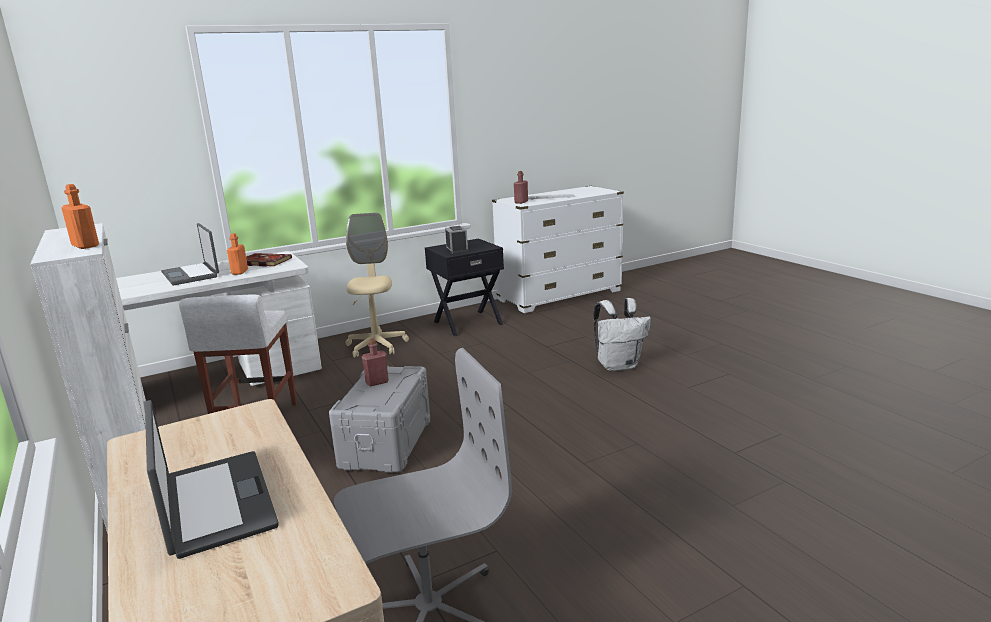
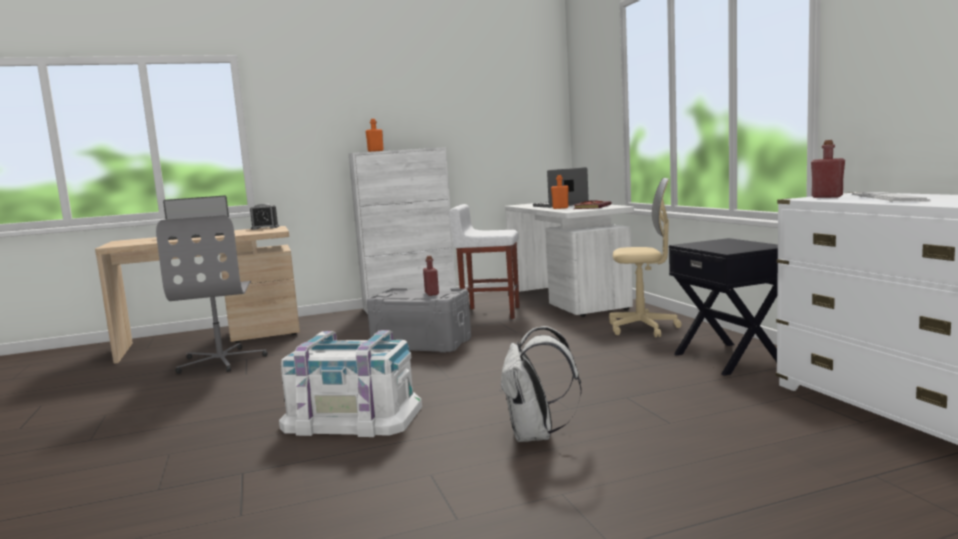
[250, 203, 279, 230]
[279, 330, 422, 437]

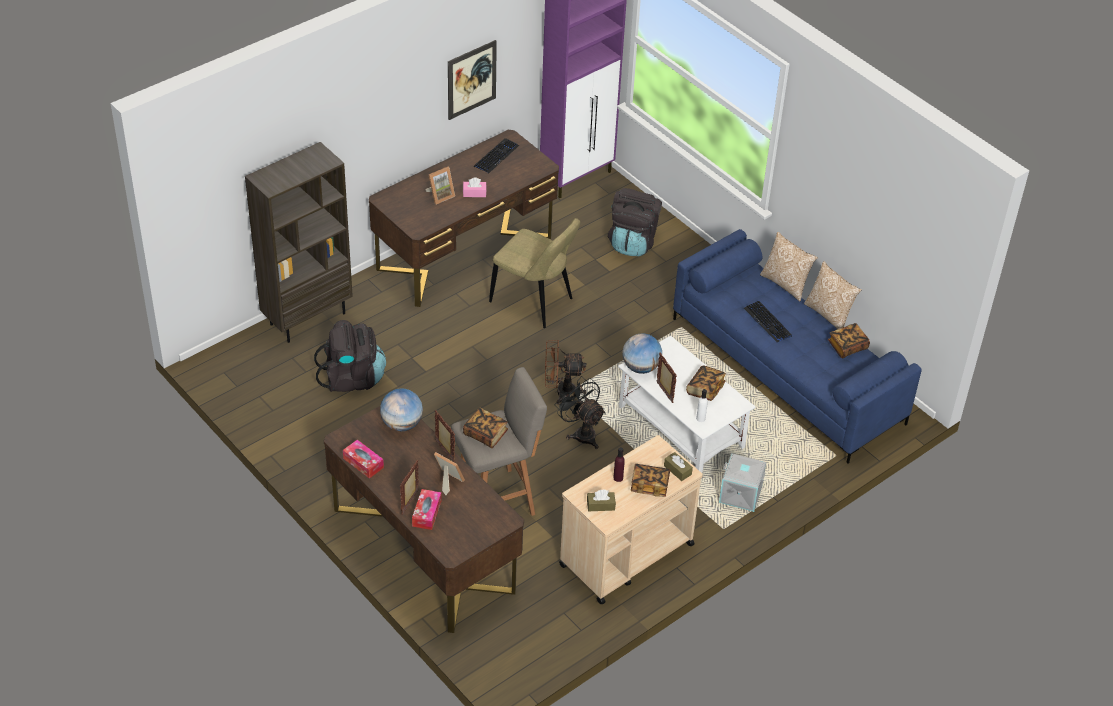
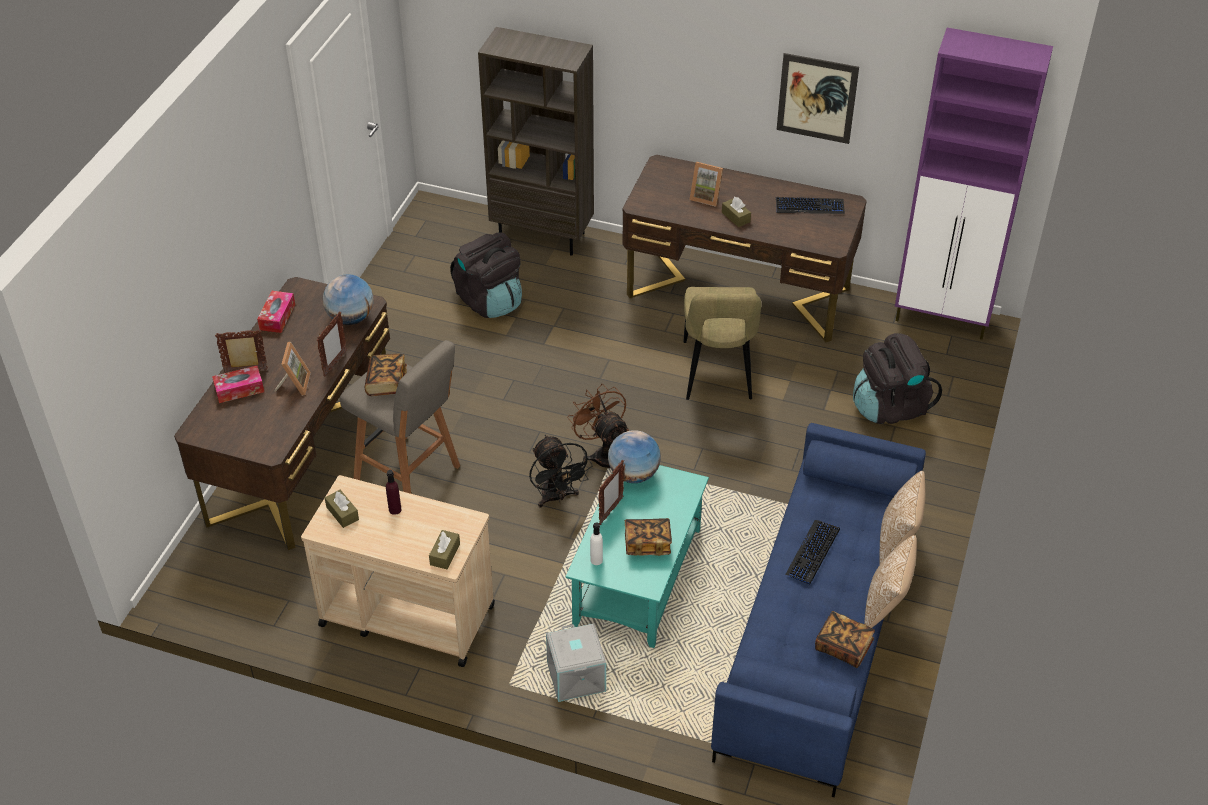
[529, 435, 593, 508]
[566, 465, 709, 648]
[722, 197, 751, 227]
[631, 464, 670, 497] (first image)

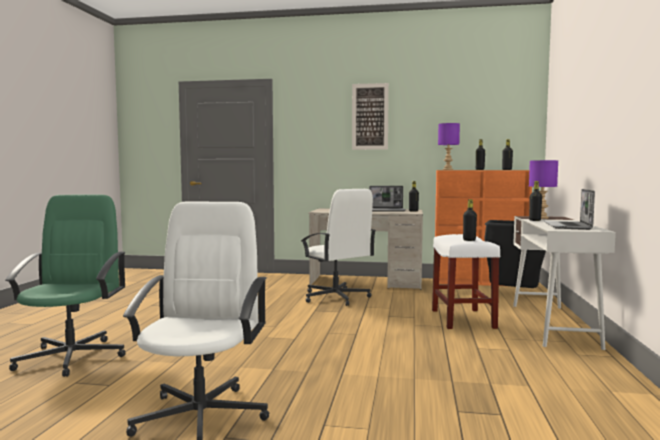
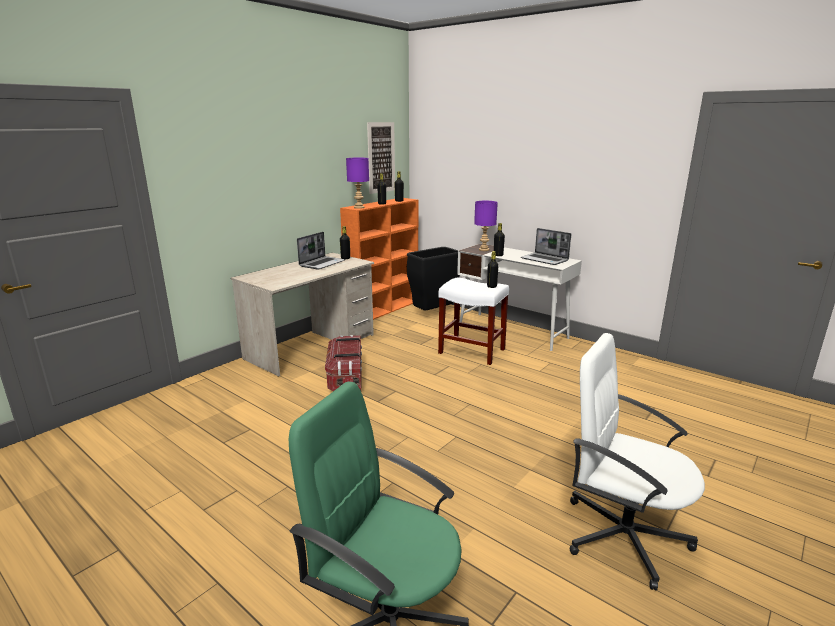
[325, 335, 362, 391]
[367, 122, 395, 194]

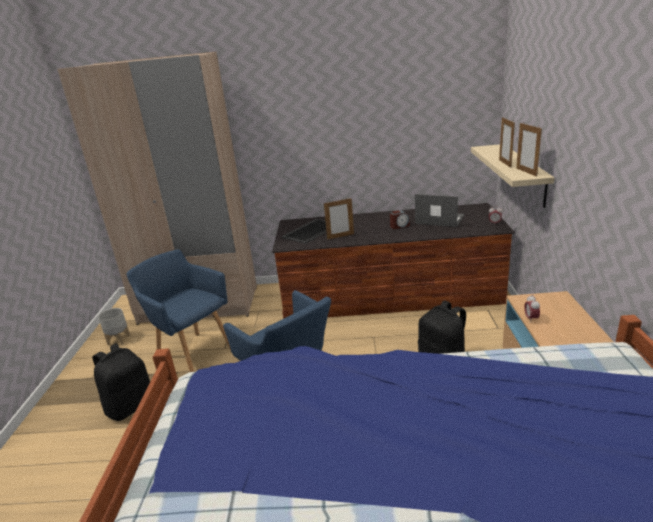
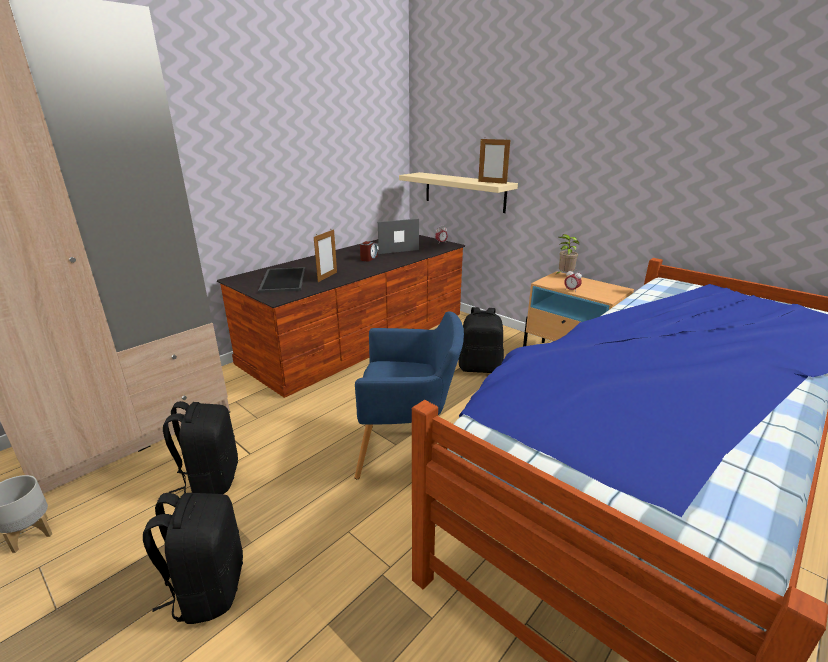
[163, 401, 238, 494]
[555, 234, 580, 275]
[499, 117, 515, 168] (first image)

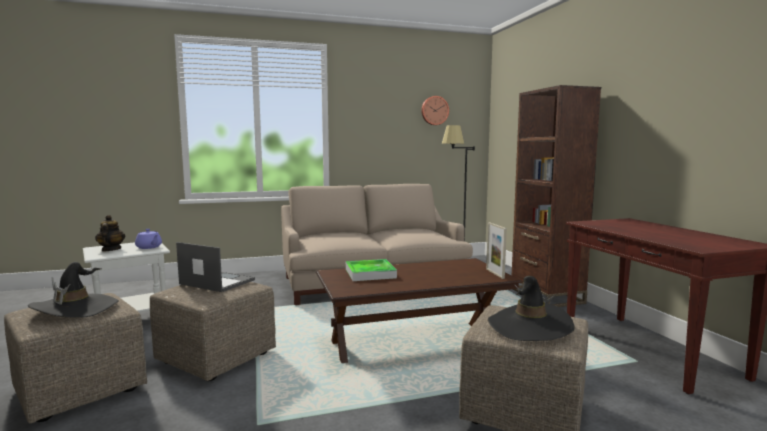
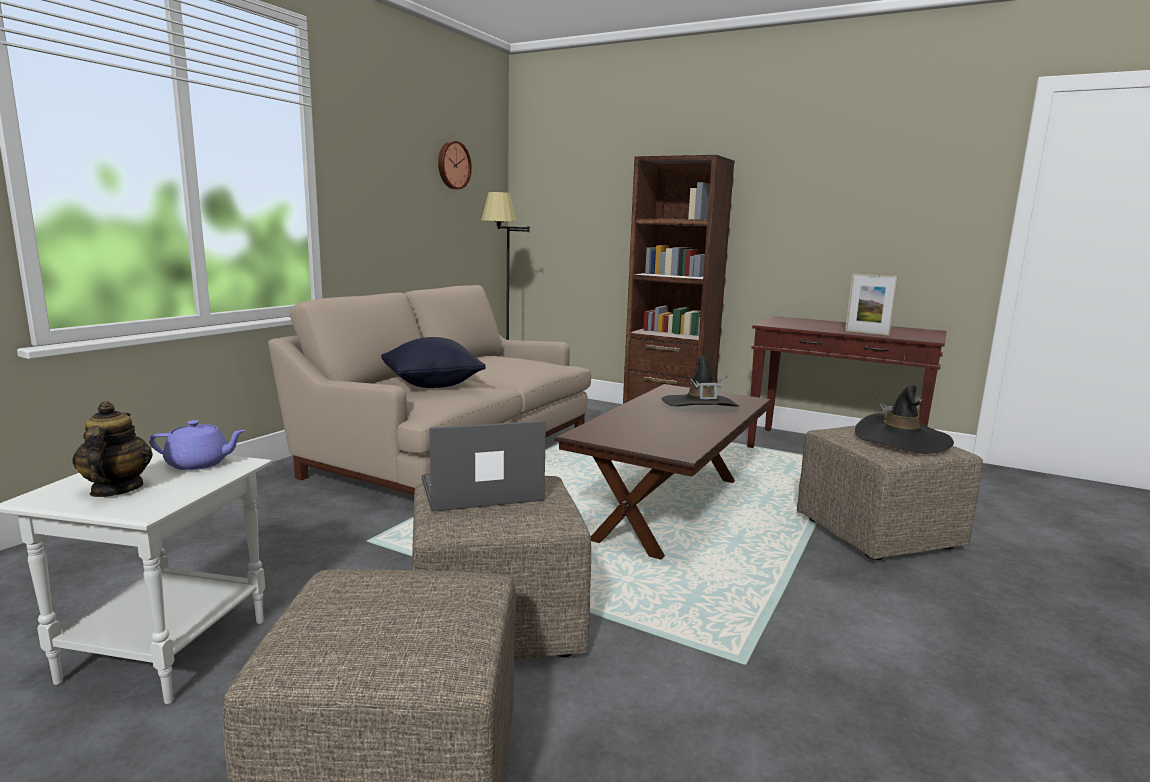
[72, 401, 153, 497]
[381, 337, 486, 388]
[661, 356, 740, 406]
[845, 274, 898, 336]
[346, 259, 397, 281] (first image)

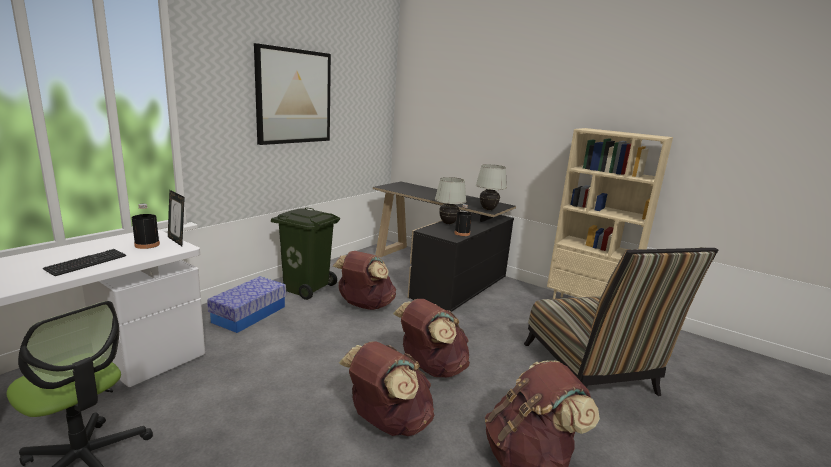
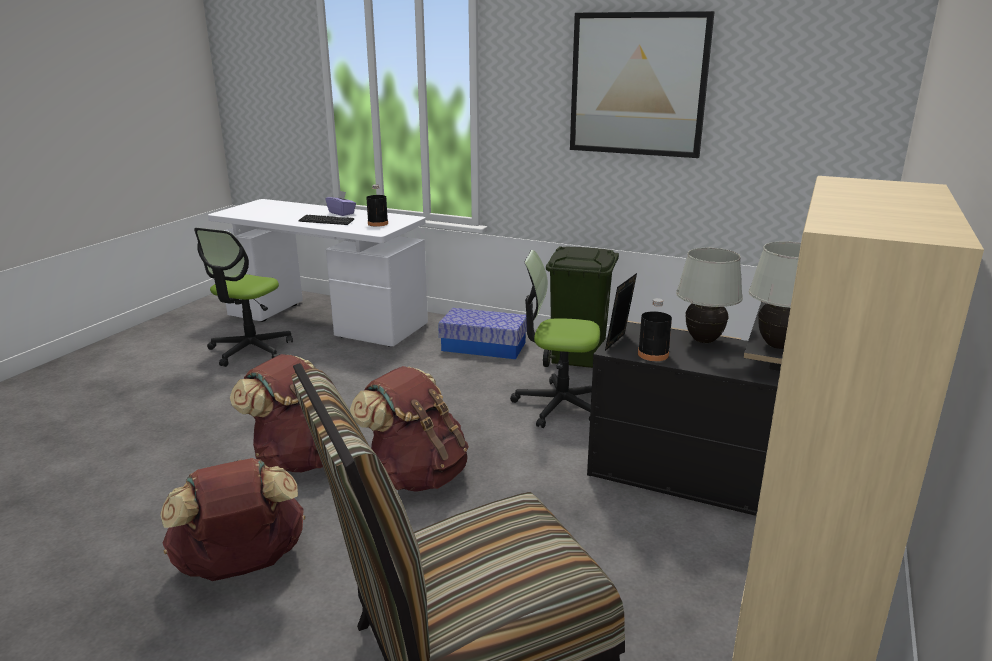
[325, 190, 356, 216]
[510, 250, 600, 428]
[605, 273, 637, 351]

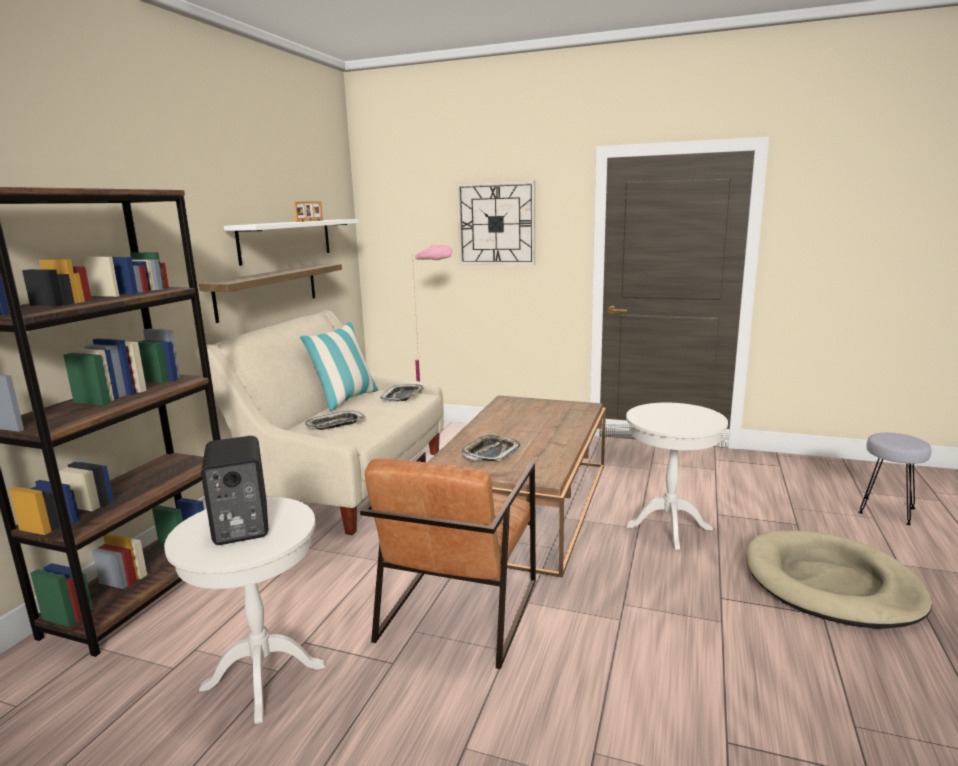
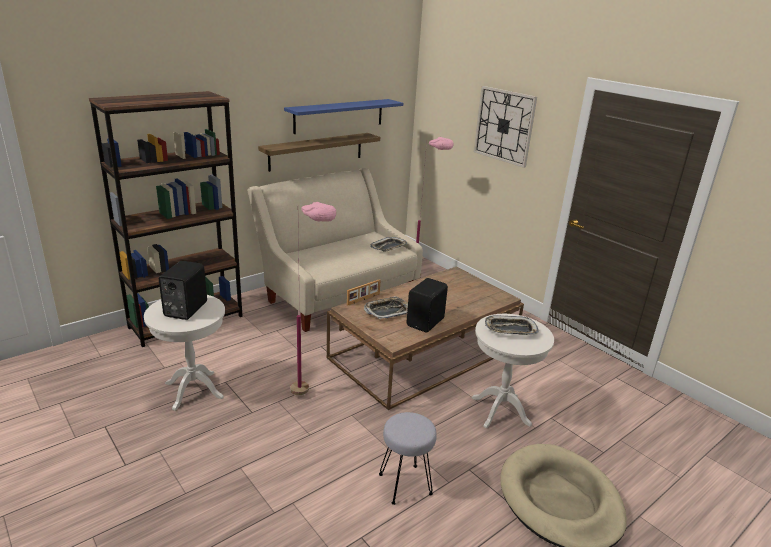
[284, 99, 403, 134]
[290, 202, 336, 395]
[347, 279, 381, 306]
[379, 412, 437, 505]
[407, 278, 448, 333]
[485, 315, 539, 335]
[300, 321, 378, 411] (first image)

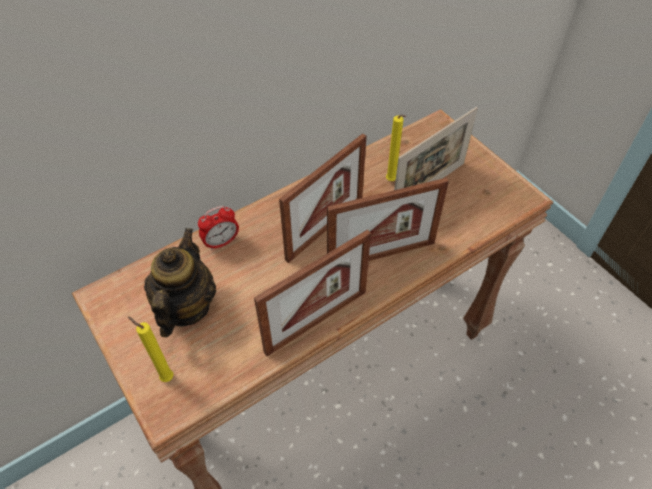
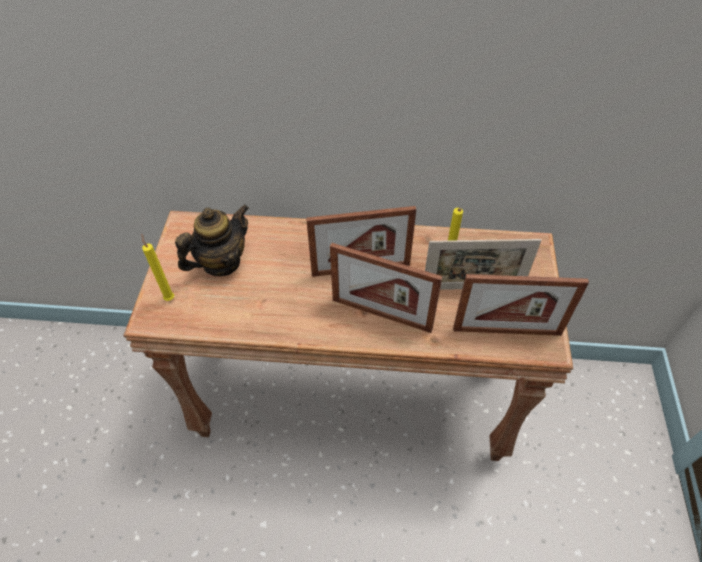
[453, 274, 589, 336]
[198, 206, 239, 251] (first image)

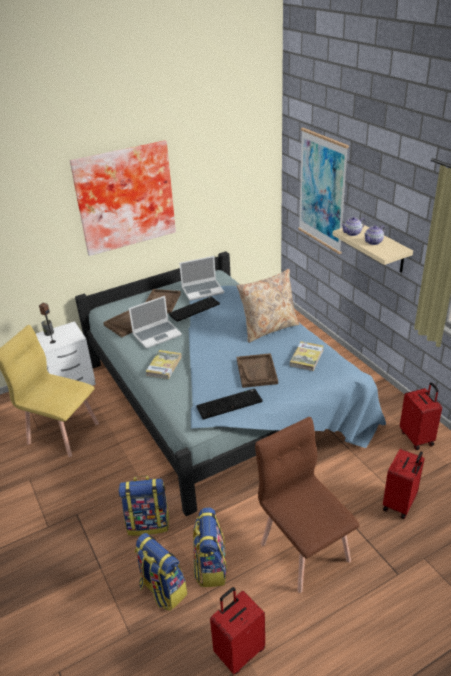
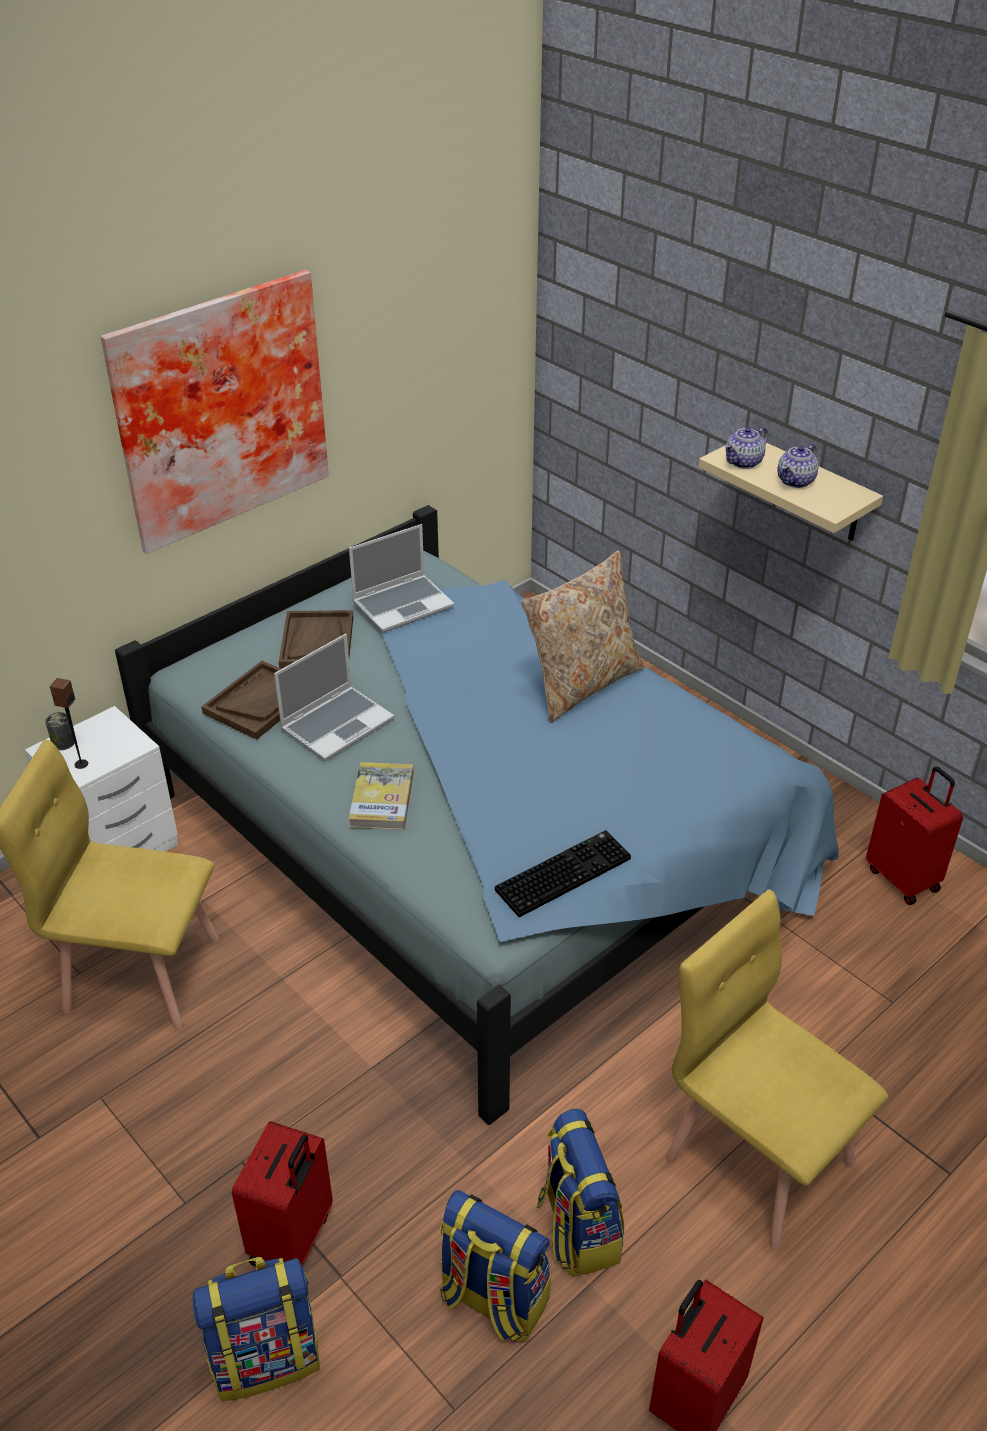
[193, 1257, 320, 1401]
[232, 1121, 333, 1266]
[665, 889, 888, 1250]
[169, 296, 220, 322] (first image)
[237, 353, 278, 388] (first image)
[290, 341, 324, 371] (first image)
[298, 128, 349, 254] (first image)

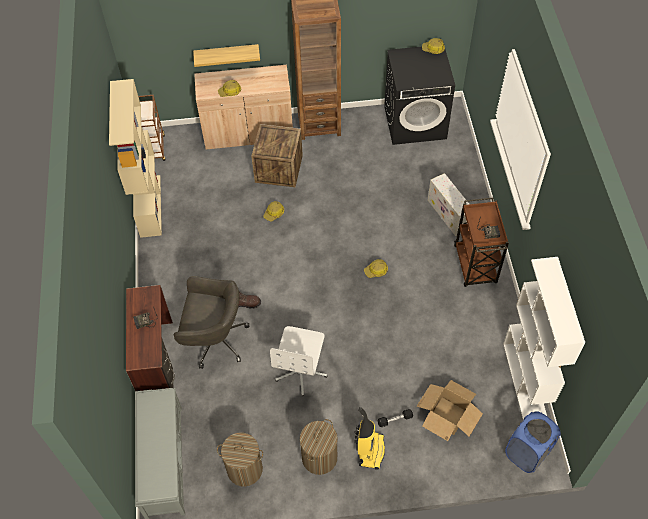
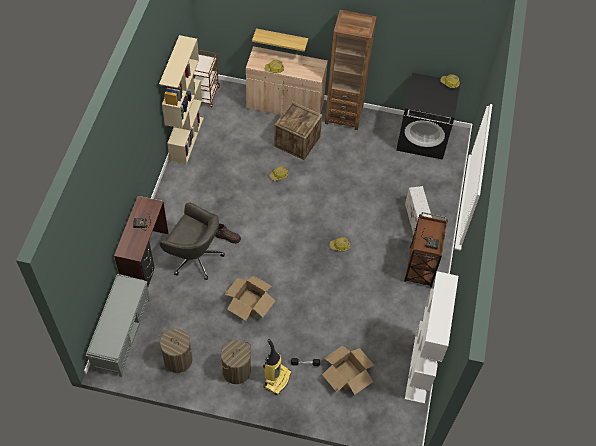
[224, 275, 275, 321]
[505, 411, 561, 473] (first image)

